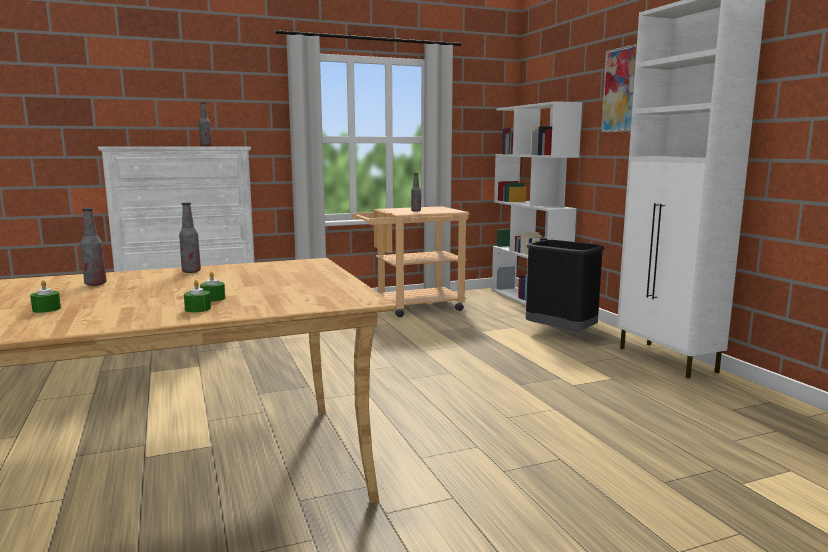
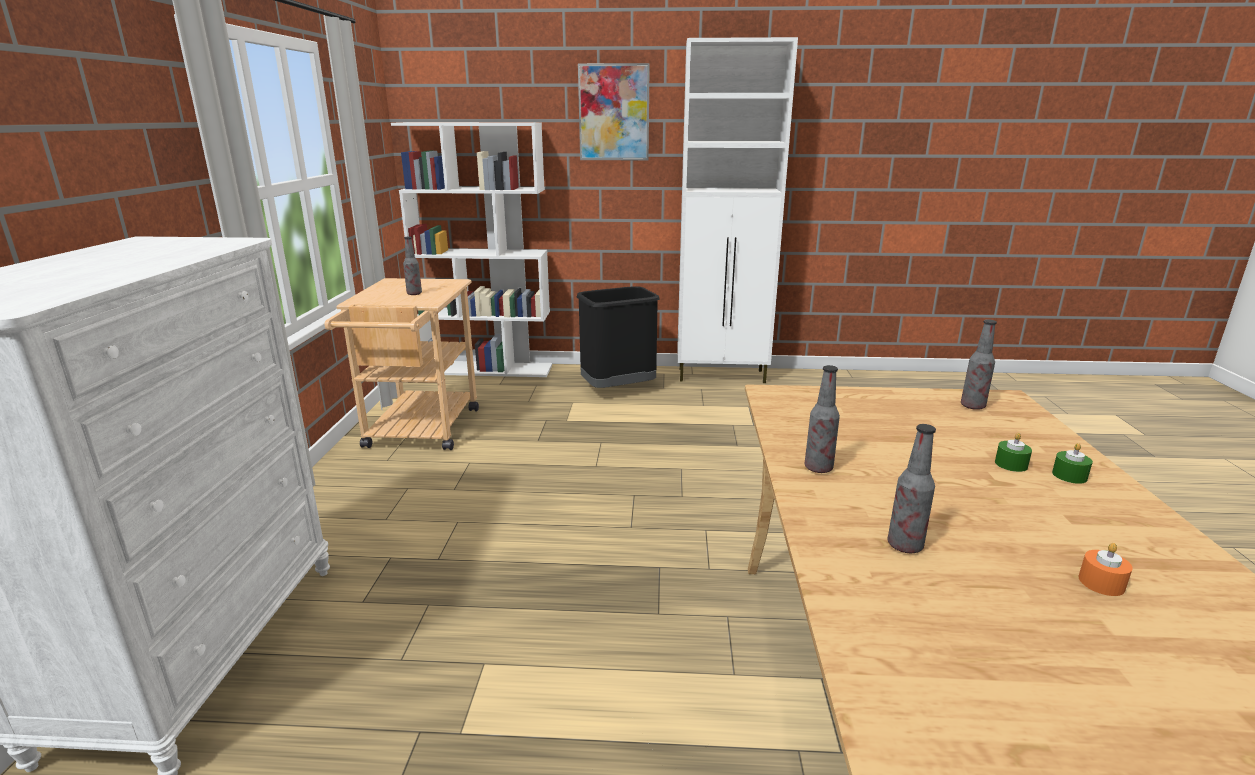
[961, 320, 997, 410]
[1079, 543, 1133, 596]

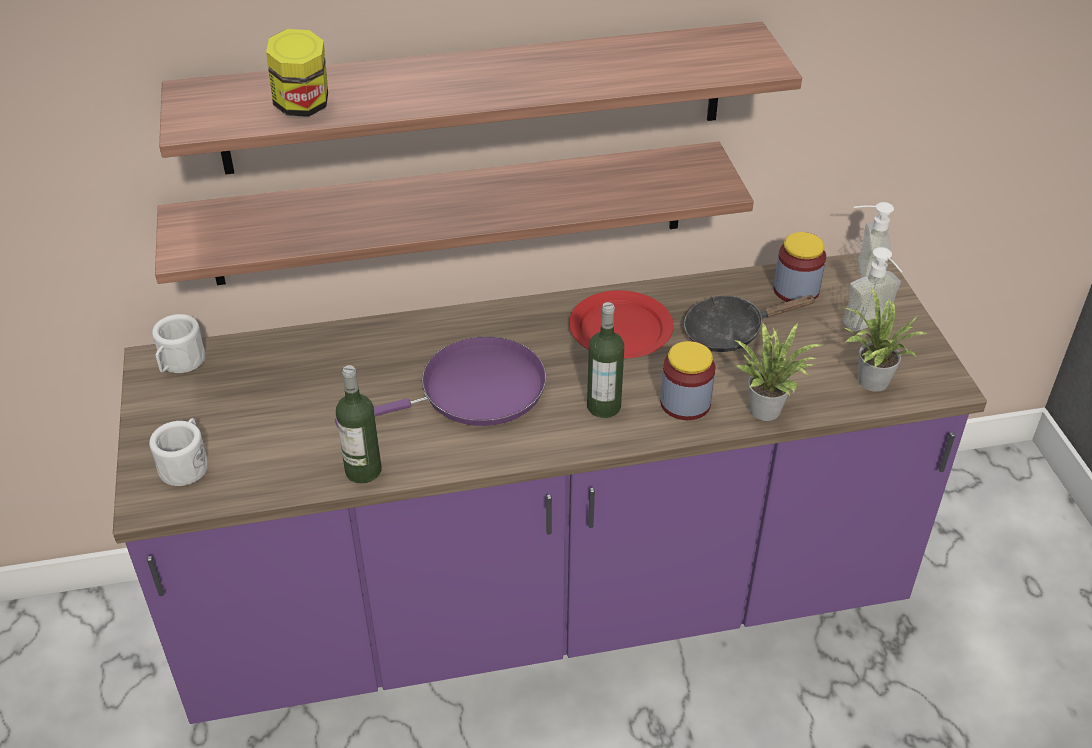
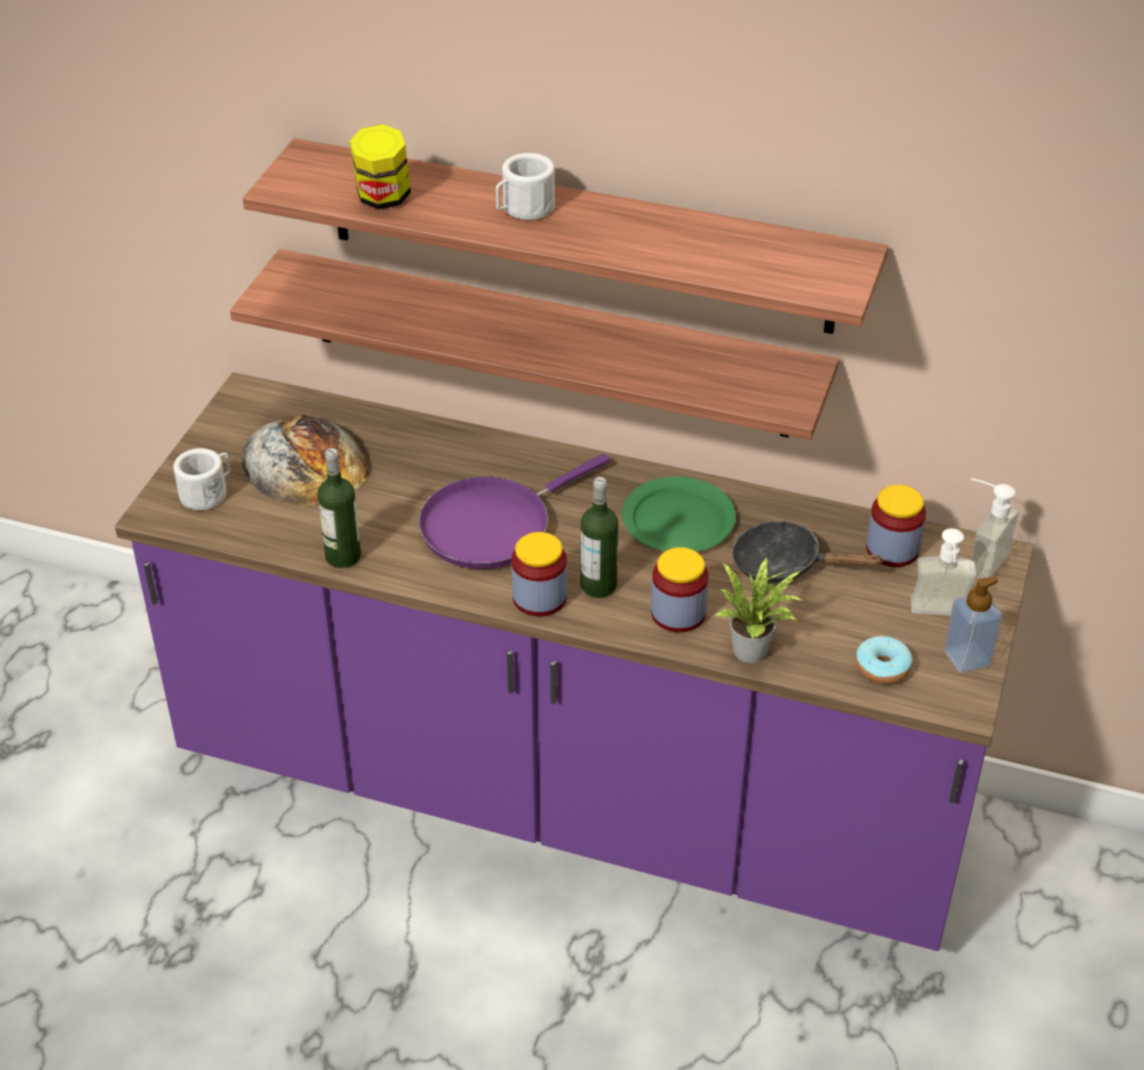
[241, 415, 369, 506]
[419, 453, 610, 569]
[496, 153, 555, 220]
[511, 532, 567, 616]
[622, 476, 736, 552]
[855, 635, 913, 684]
[944, 577, 1002, 673]

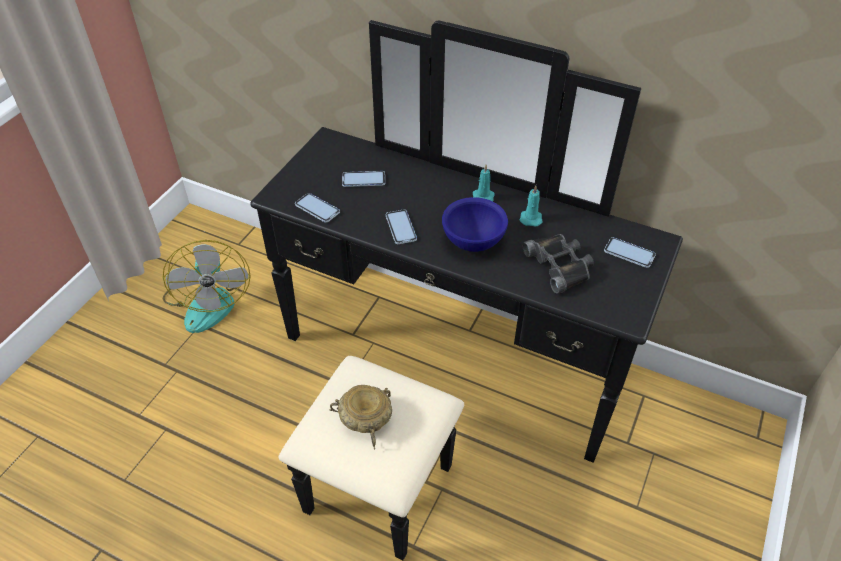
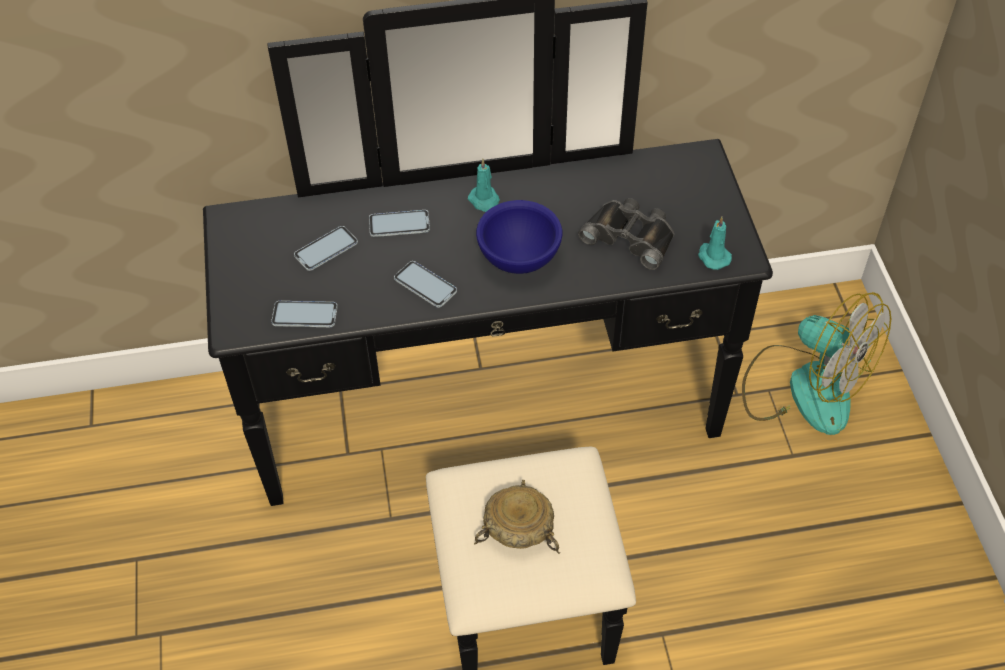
[369, 210, 430, 237]
[698, 216, 732, 270]
[742, 292, 891, 435]

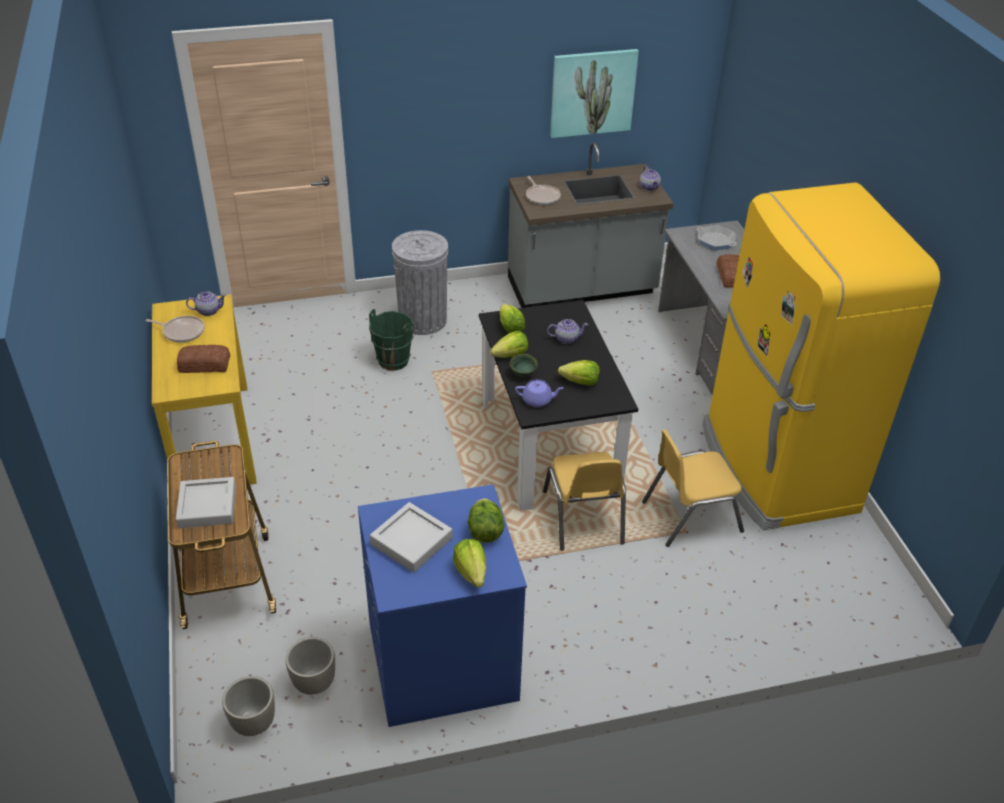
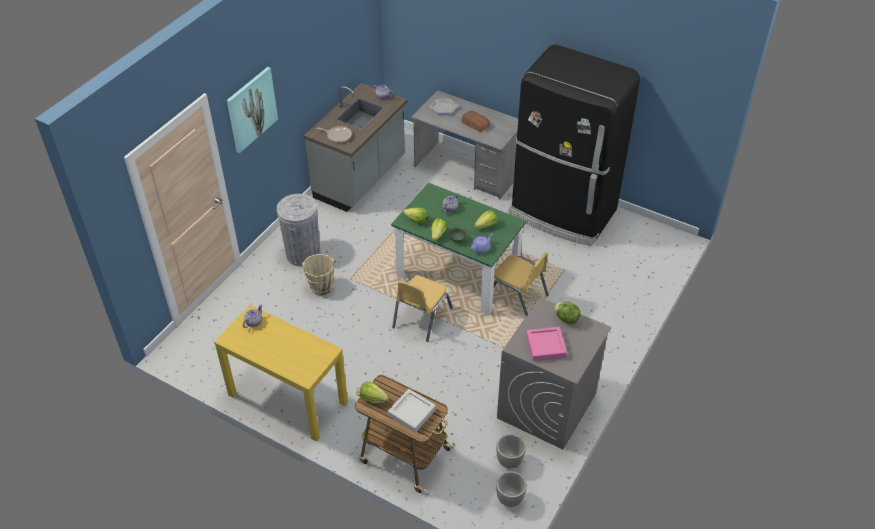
[227, 67, 278, 153]
[302, 254, 335, 295]
[360, 382, 389, 403]
[391, 183, 526, 315]
[392, 275, 453, 342]
[497, 297, 612, 449]
[509, 45, 640, 246]
[526, 327, 567, 361]
[145, 316, 205, 343] (first image)
[177, 345, 230, 373] (first image)

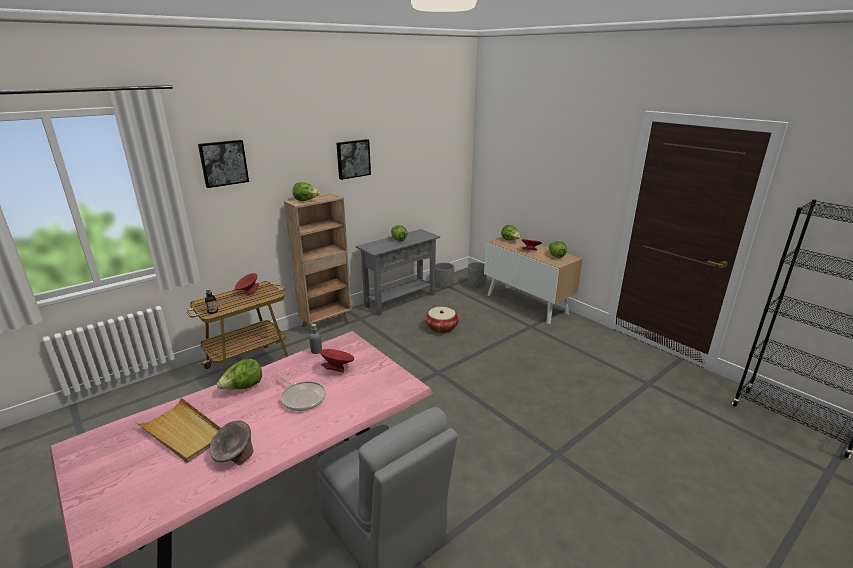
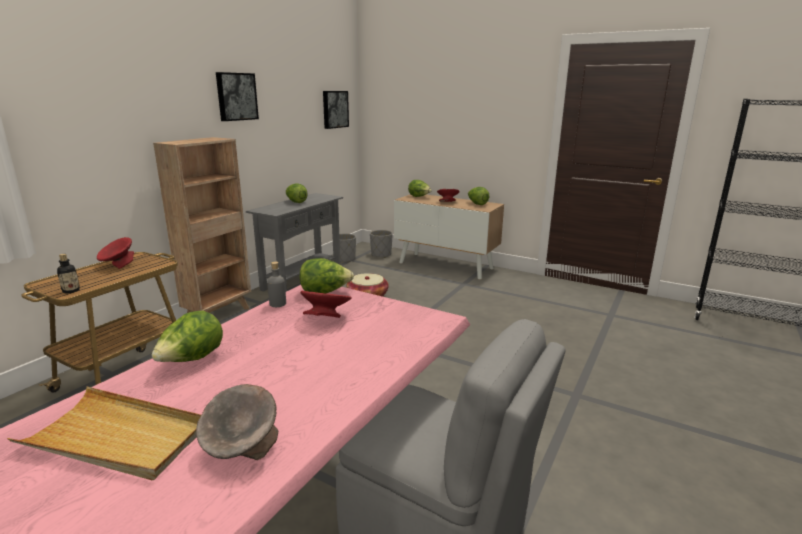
[299, 258, 354, 293]
[323, 91, 349, 129]
[278, 374, 326, 411] (first image)

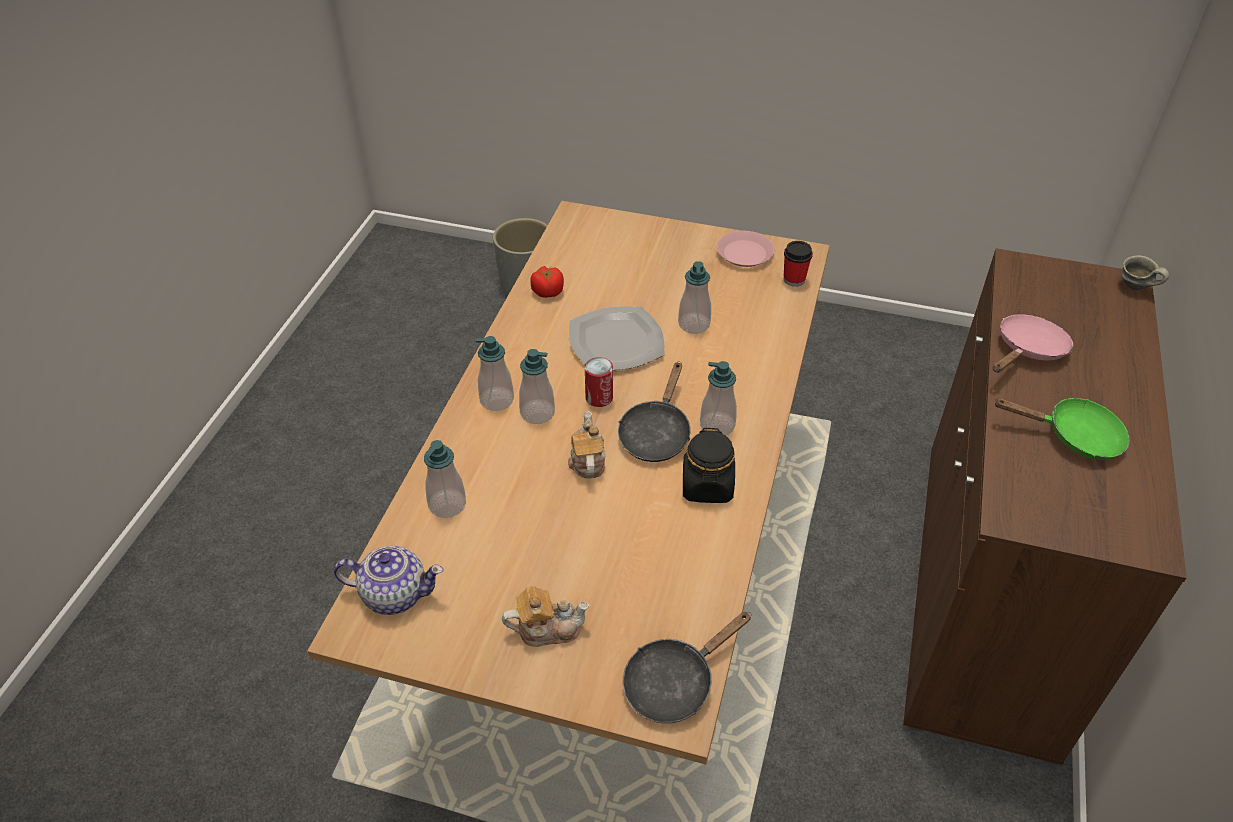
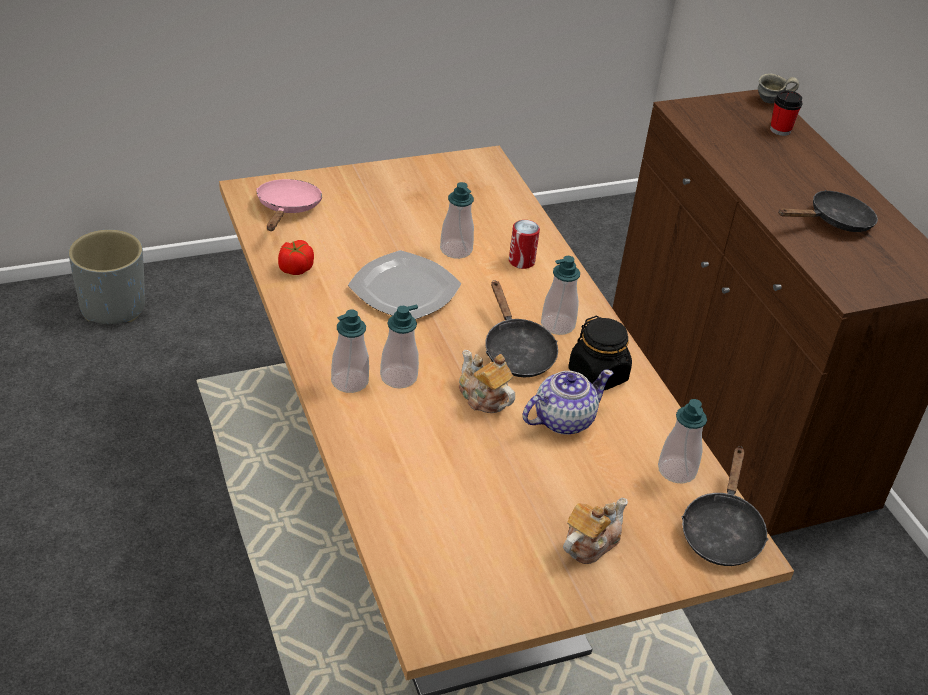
[256, 179, 323, 231]
[509, 220, 540, 269]
[523, 369, 613, 435]
[658, 399, 707, 484]
[770, 90, 802, 136]
[778, 190, 878, 232]
[717, 231, 774, 267] (first image)

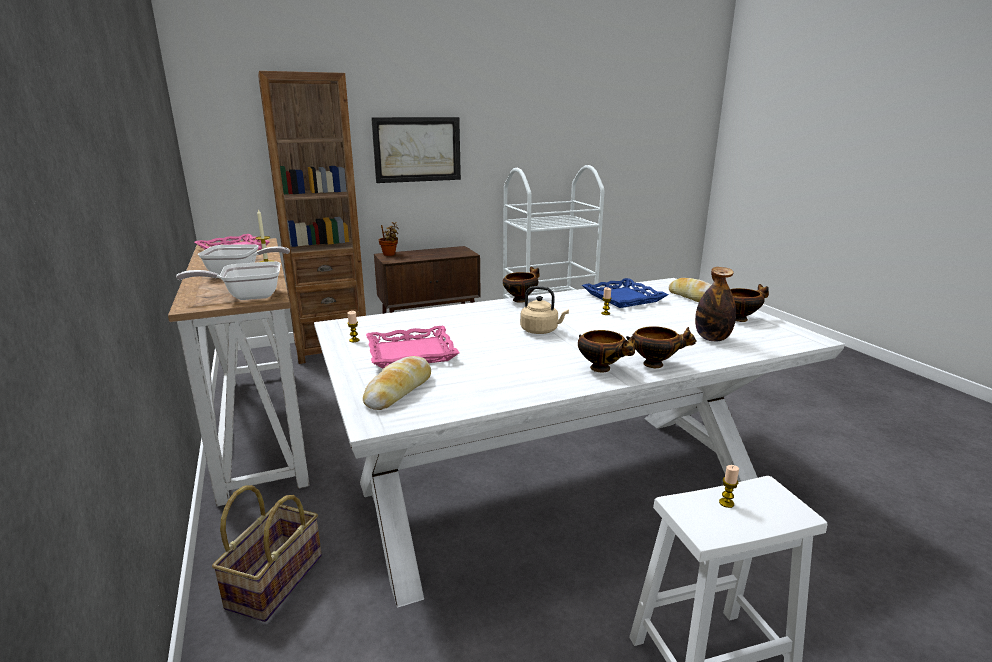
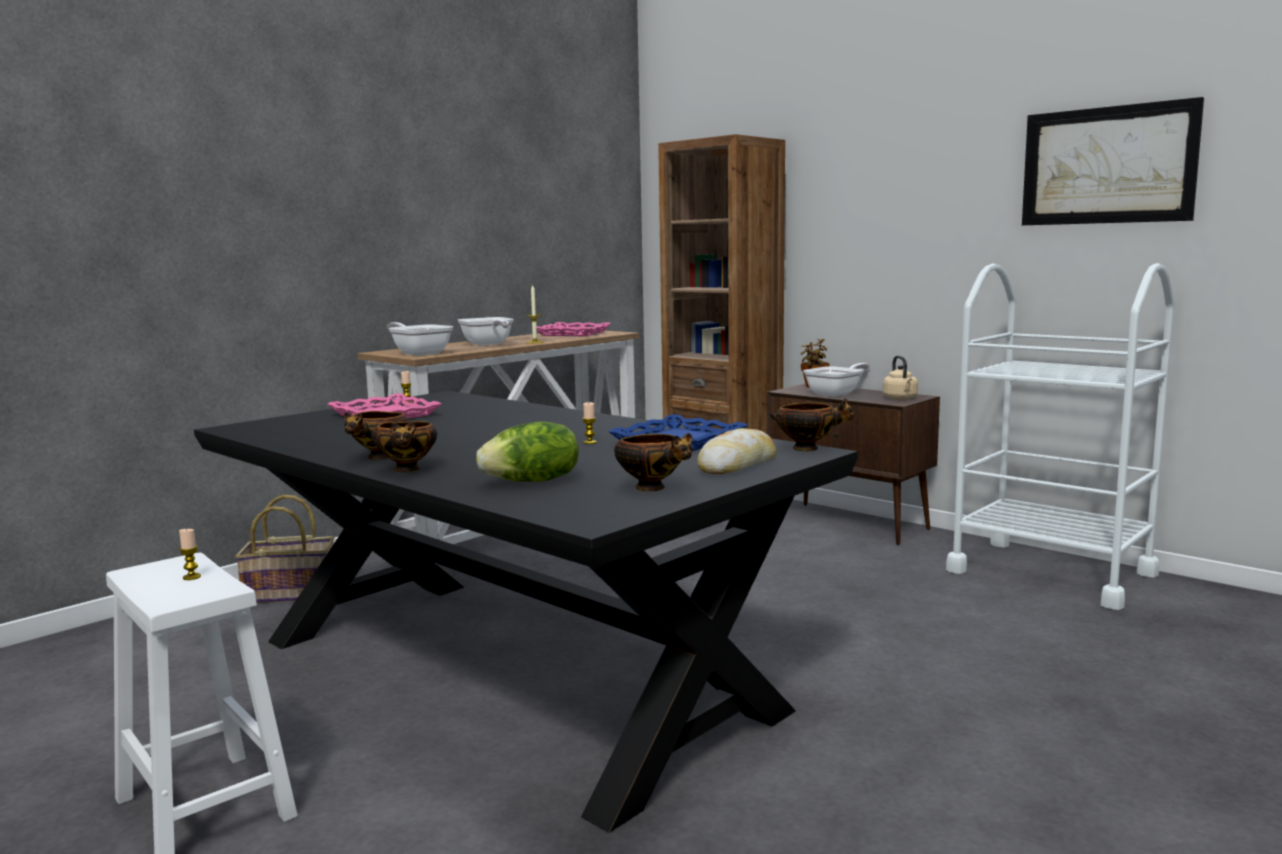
[194, 391, 858, 833]
[476, 422, 579, 482]
[770, 398, 855, 451]
[803, 363, 869, 397]
[883, 356, 918, 400]
[1022, 97, 1204, 225]
[363, 356, 431, 410] (first image)

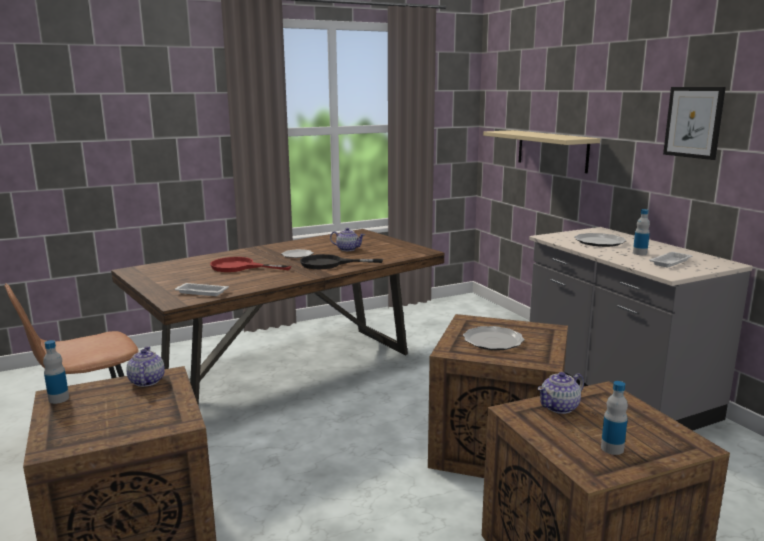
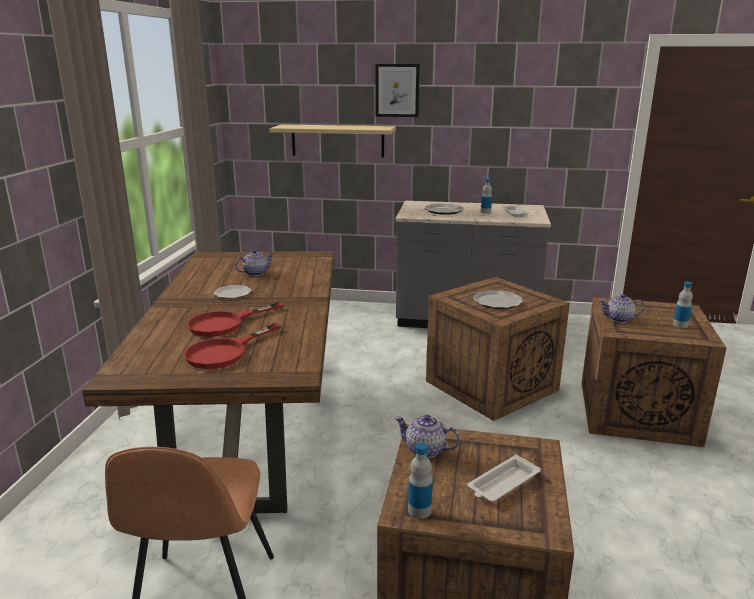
[184, 323, 282, 369]
[376, 64, 420, 117]
[467, 454, 541, 502]
[599, 294, 644, 323]
[300, 254, 383, 269] (first image)

